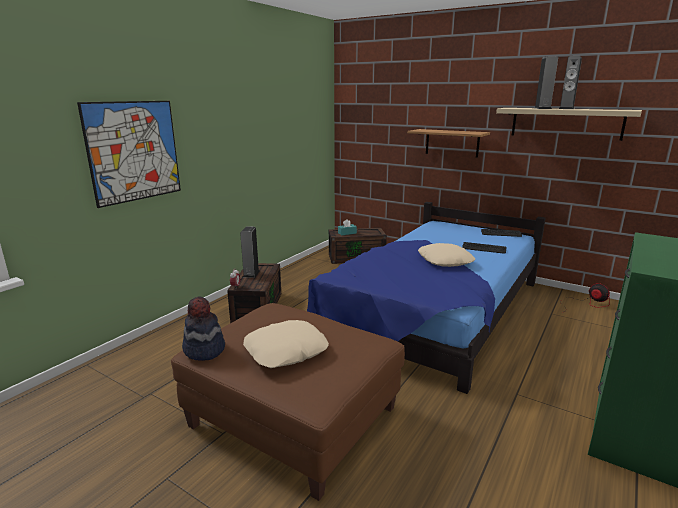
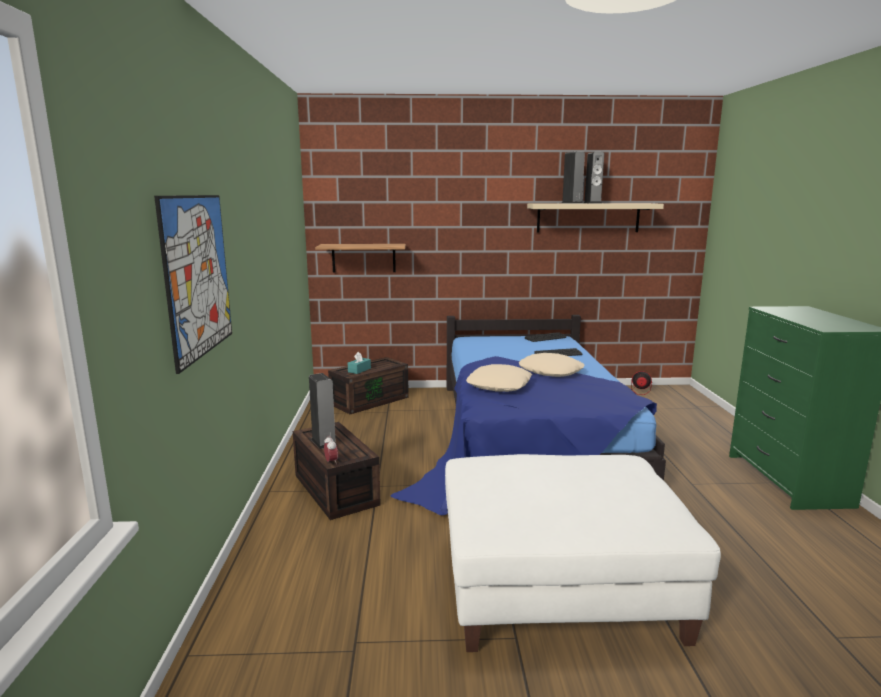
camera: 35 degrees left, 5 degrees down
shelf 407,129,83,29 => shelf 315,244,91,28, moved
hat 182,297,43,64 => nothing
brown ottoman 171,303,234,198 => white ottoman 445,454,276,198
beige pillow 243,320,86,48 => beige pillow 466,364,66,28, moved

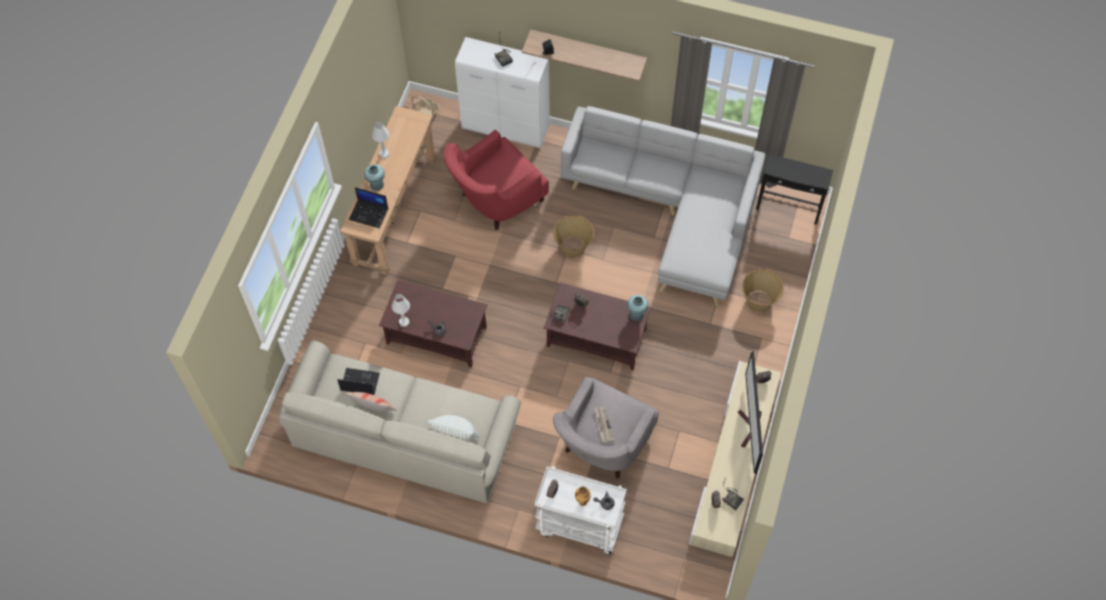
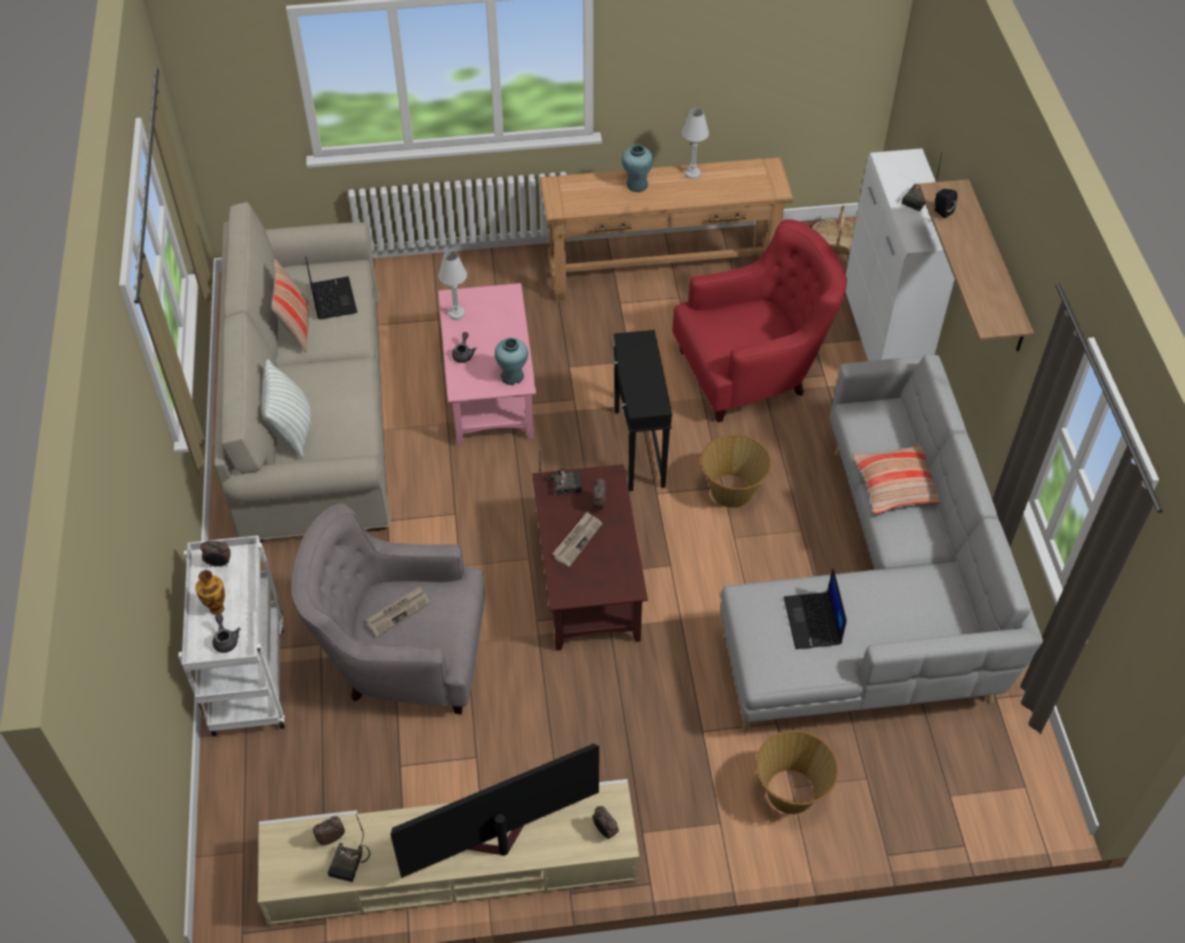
camera: 65 degrees right, 10 degrees down
red armchair 444,130,105,100 => red armchair 672,219,175,204, 135 degrees clockwise
black side table 756,154,77,71 => black side table 614,330,58,161, moved
laptop 349,187,39,42 => laptop 784,568,63,81, moved
brown coffee table 379,280,108,88 => pink coffee table 438,283,98,163
turquoise vase 627,295,21,26 => turquoise vase 495,338,33,47, moved
nothing => pillow 852,444,88,70
nothing => newspaper 552,512,50,55

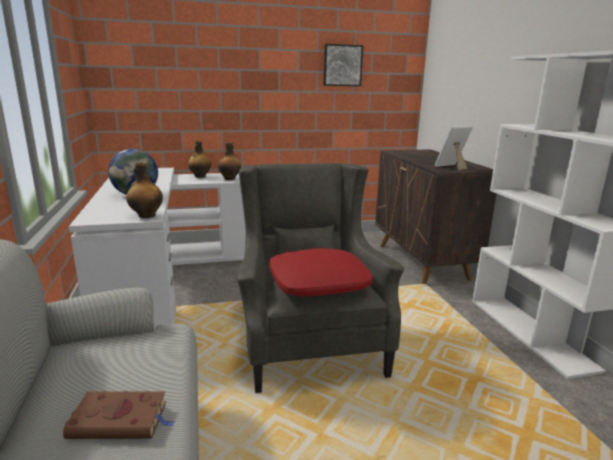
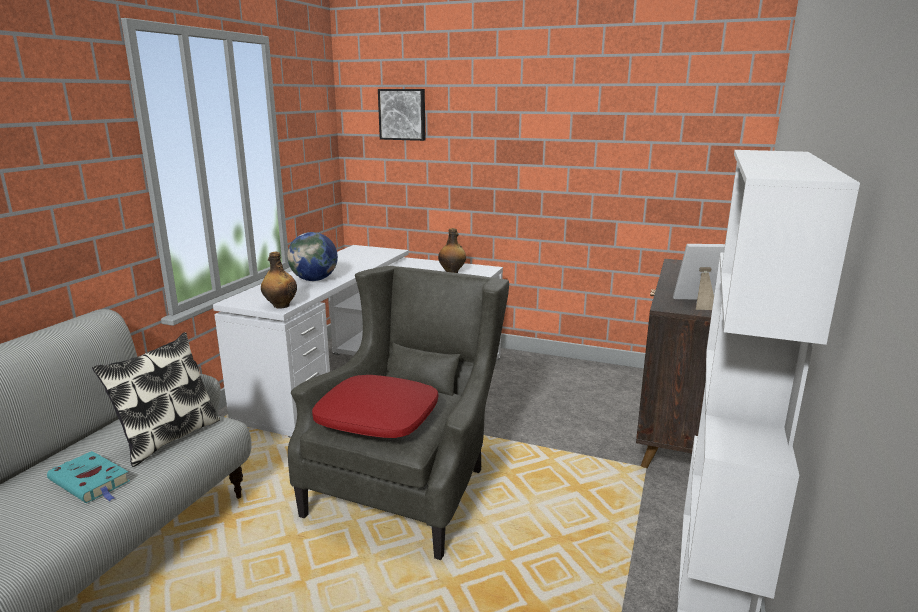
camera: 35 degrees right, 0 degrees up
picture 323,44,40,42 => picture 378,89,48,52, moved
bottle 188,141,23,37 => nothing
brown book 63,391,113,48 => turquoise book 47,451,83,52
nothing => pillow 92,332,128,135

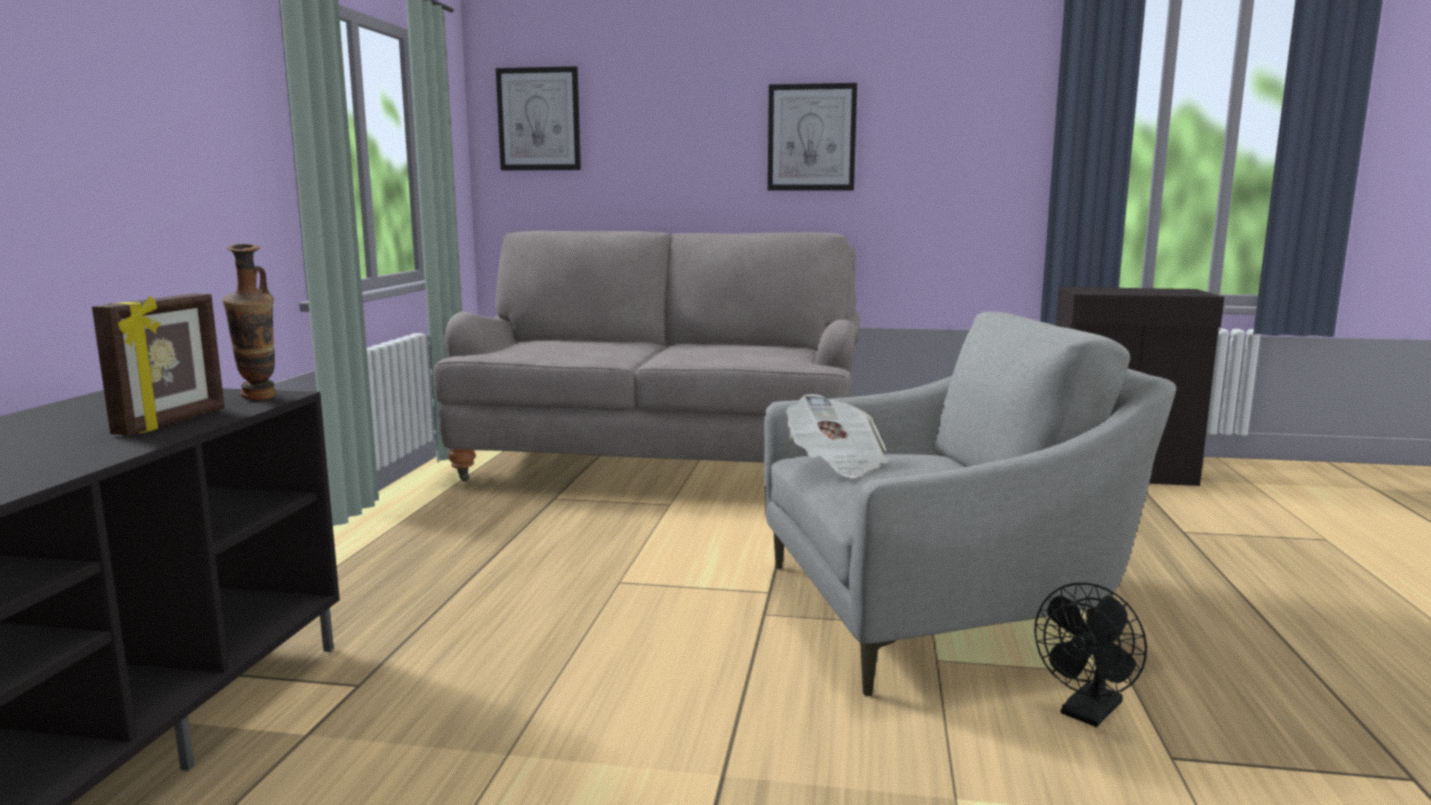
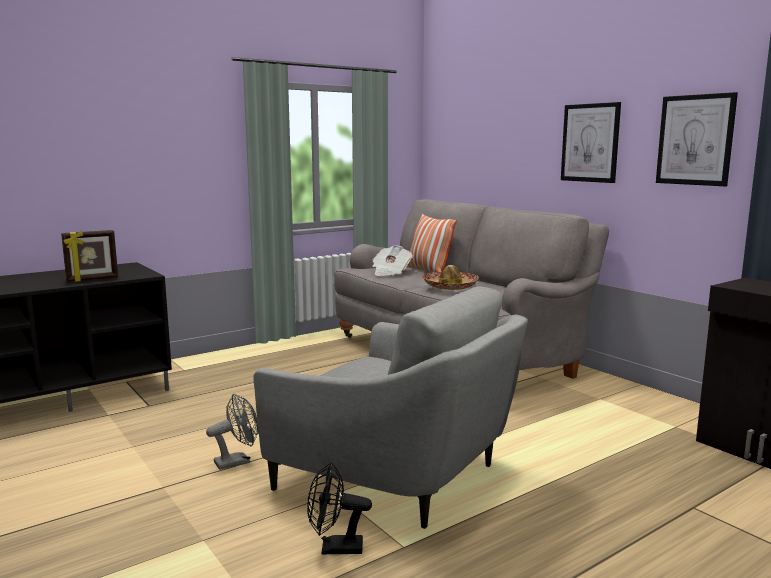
camera: 45 degrees right, 0 degrees up
picture 496,66,85,104 => picture 656,92,82,94, moved
vase 222,244,54,156 => nothing
newspaper 786,394,103,84 => newspaper 372,246,41,30, moved
nothing => pillow 407,214,50,59
nothing => hat 422,265,57,25
nothing => grey fan 206,394,53,76

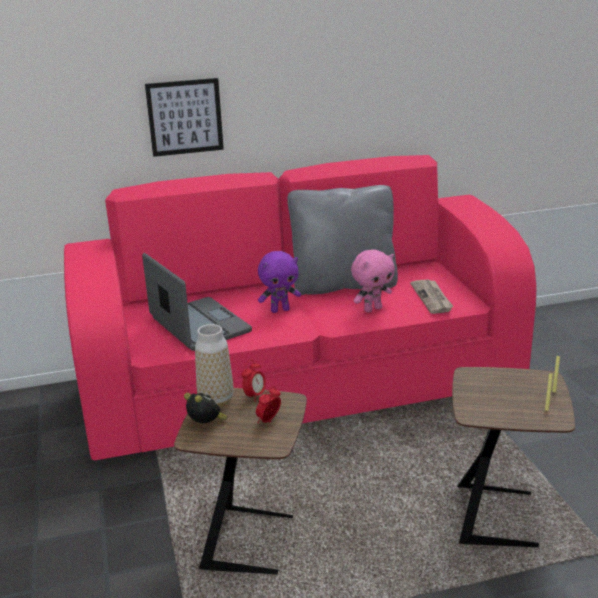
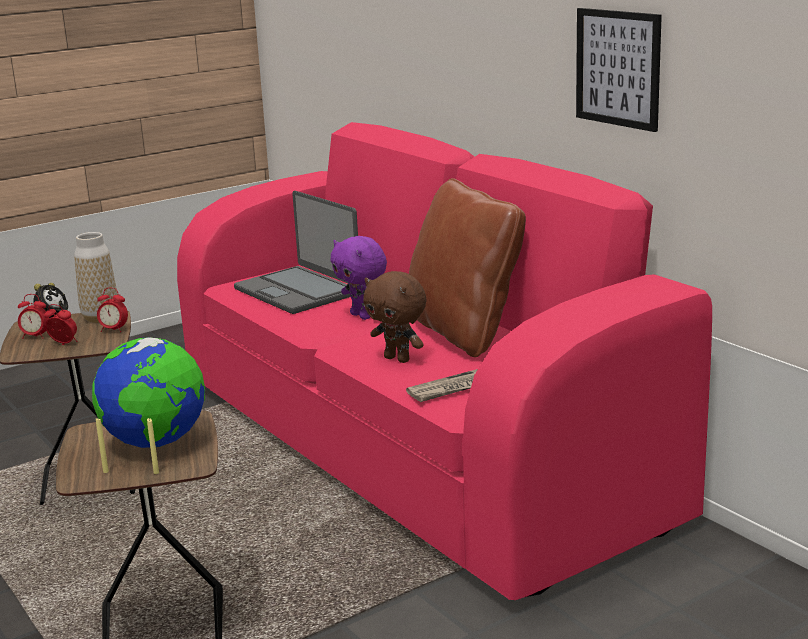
camera: 70 degrees right, 5 degrees down
picture 145,78,79,79 => picture 576,8,86,124, moved
grey pillow 287,185,111,110 => brown pillow 409,178,117,180
pink plush toy 351,249,44,63 => brown plush toy 363,271,63,92
laptop 142,253,110,98 => laptop 234,191,124,123, 105 degrees clockwise
nothing => alarm clock 18,294,31,45
nothing => globe 92,337,113,111

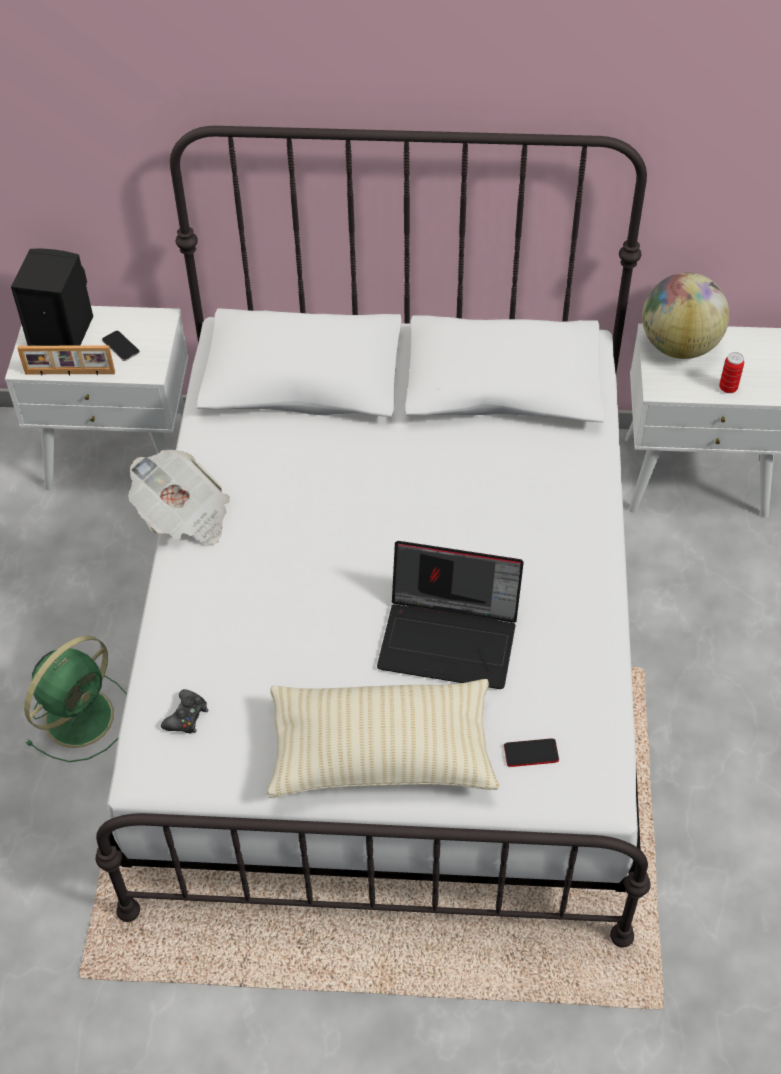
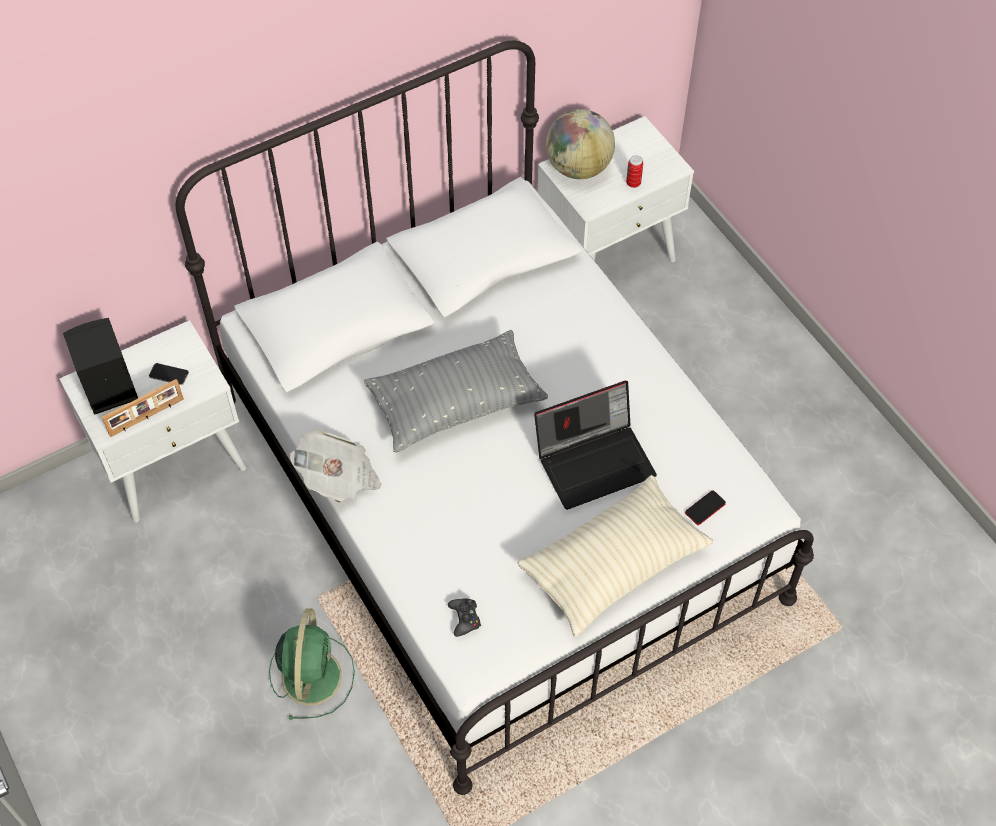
camera: 35 degrees left, 5 degrees up
nothing => grey pillow 364,330,184,123

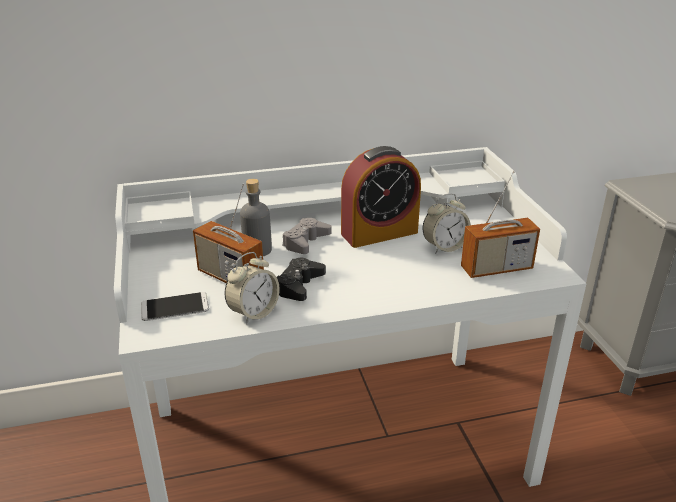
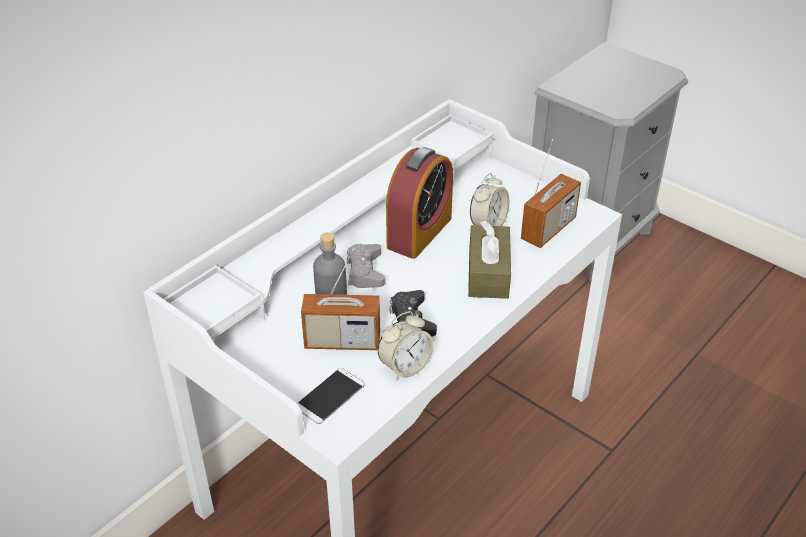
camera: 35 degrees left, 10 degrees up
alarm clock 225,252,55,72 => alarm clock 378,311,56,69, 45 degrees clockwise
nothing => brown tissue box 468,221,43,78

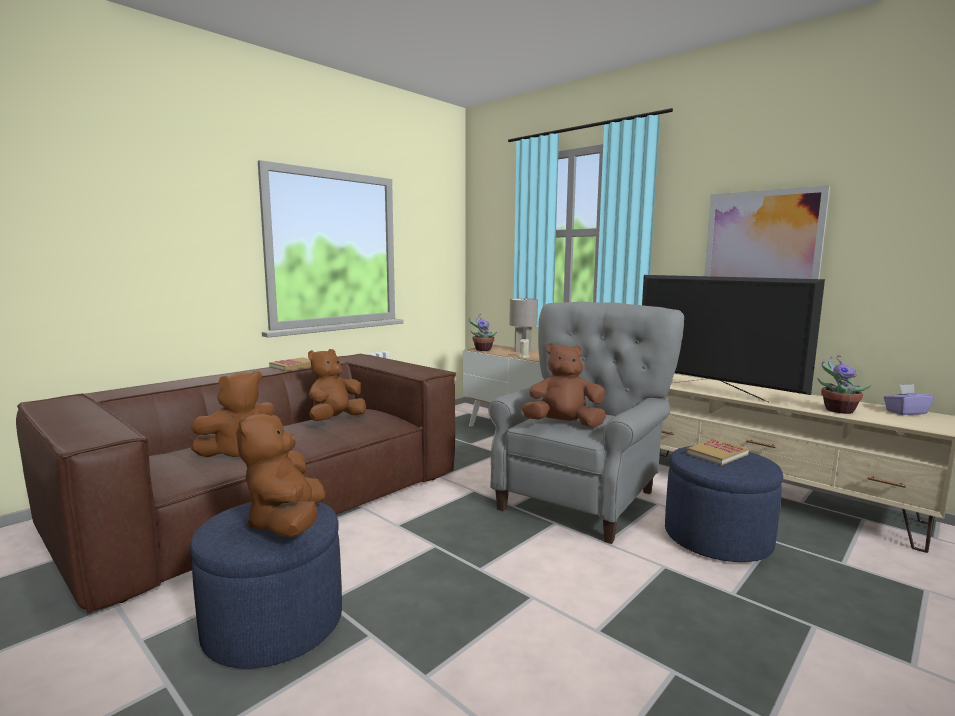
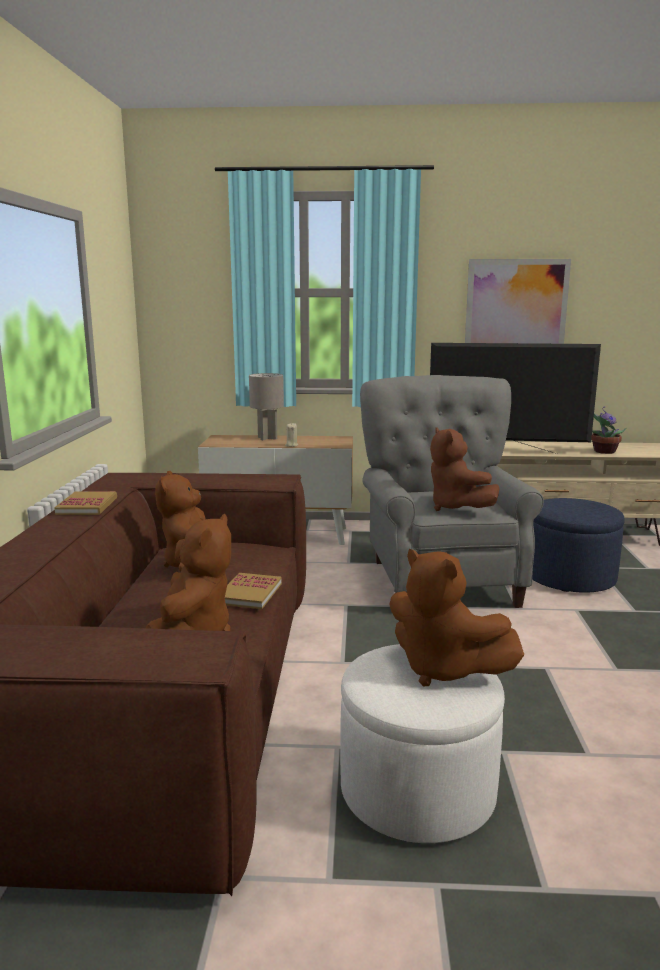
camera: 40 degrees left, 5 degrees up
potted plant 469,314,28,37 => nothing
brown plush toy 522,343,84,84 => brown plush toy 430,427,70,84, 75 degrees counterclockwise
purple tissue box 883,384,51,31 => nothing
book 686,439,63,26 => book 225,573,57,36, moved
blue ottoman 190,502,152,167 => white ottoman 340,644,165,199

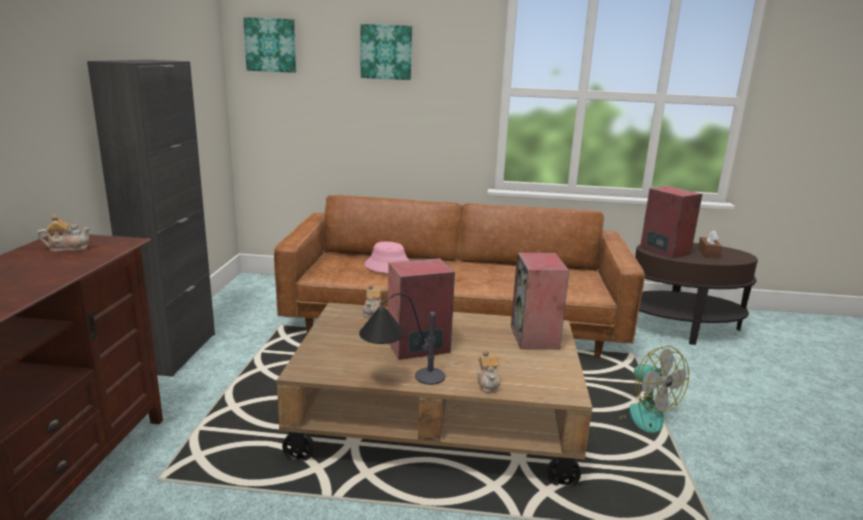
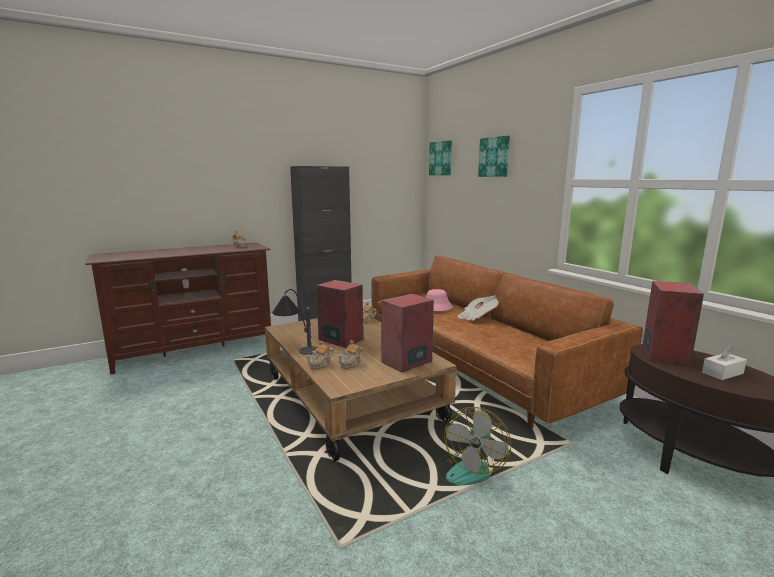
camera: 55 degrees right, 5 degrees down
brown tissue box 698,230,24,28 => white tissue box 702,345,45,35
nothing => newspaper 457,295,42,26
nothing => teapot 338,340,25,29

